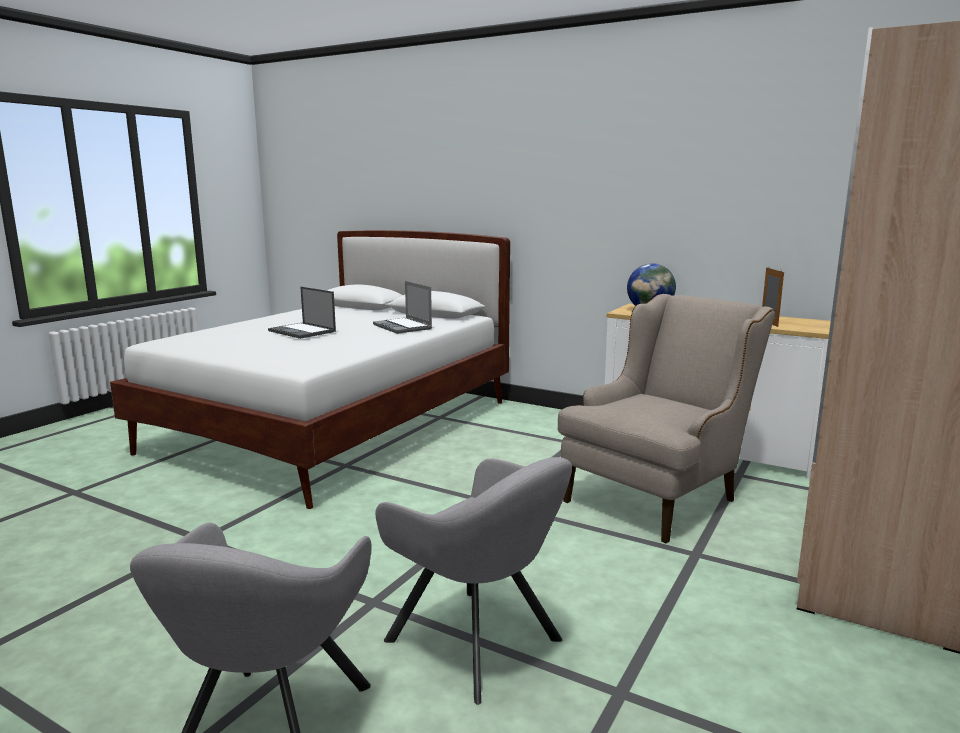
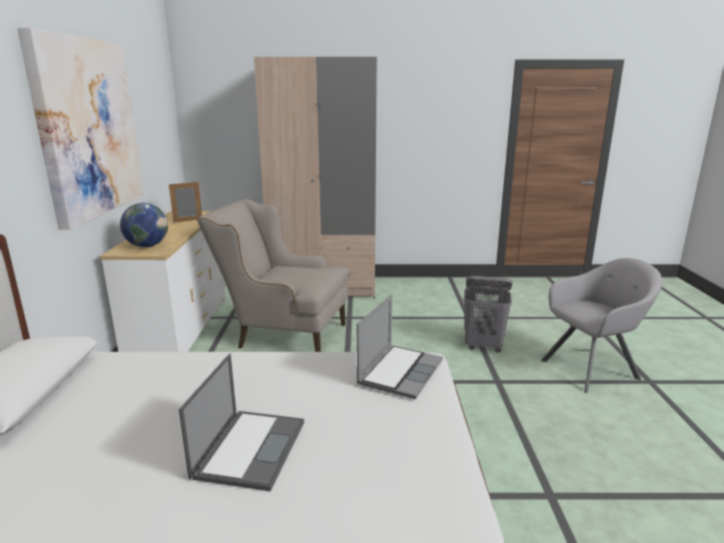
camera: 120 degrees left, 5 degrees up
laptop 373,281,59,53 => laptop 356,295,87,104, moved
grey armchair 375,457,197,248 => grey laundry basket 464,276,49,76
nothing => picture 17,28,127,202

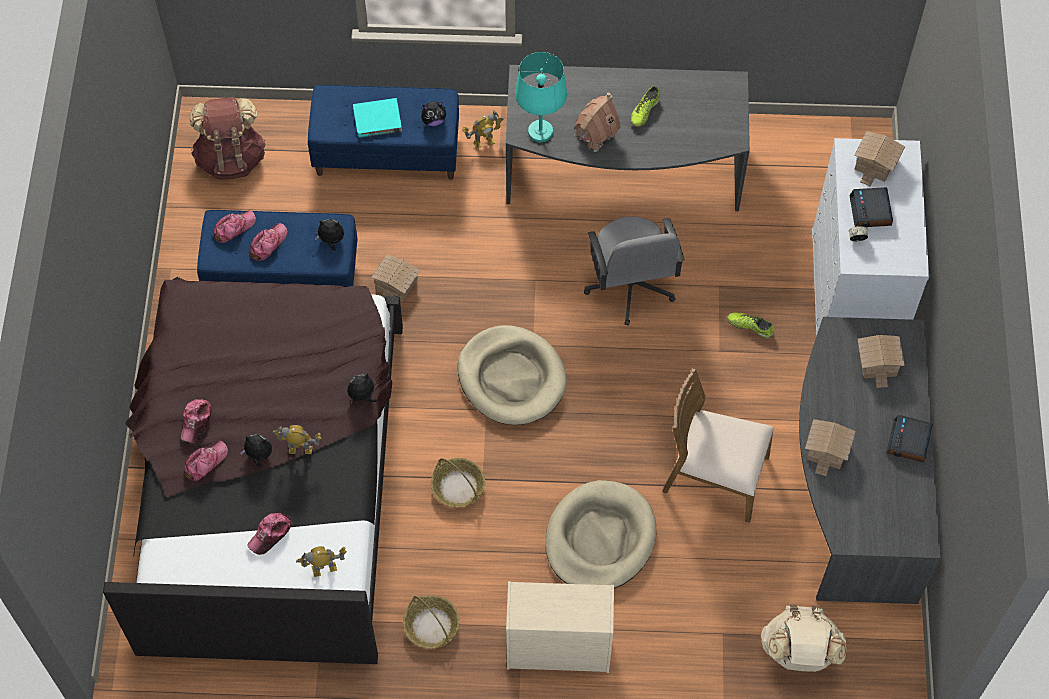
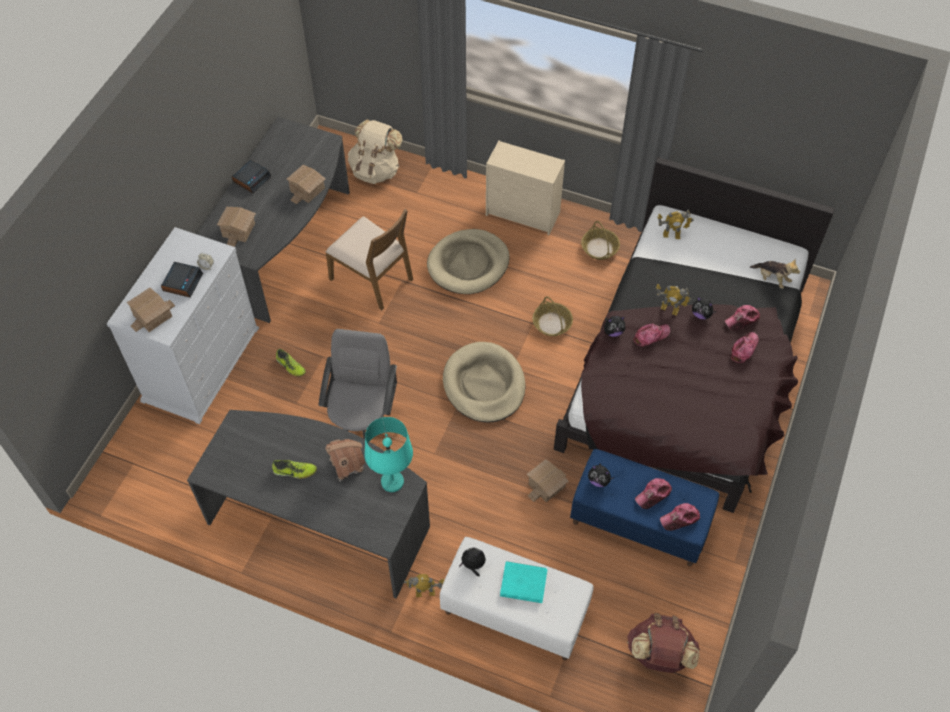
camera: 160 degrees left, 5 degrees down
blue bench 308,85,151,95 => white bench 439,537,155,123
shoe 631,86,29,41 => shoe 272,460,45,19, 45 degrees clockwise
cap 248,513,45,42 => cap 633,324,37,23, moved
nothing => plush toy 750,259,50,30

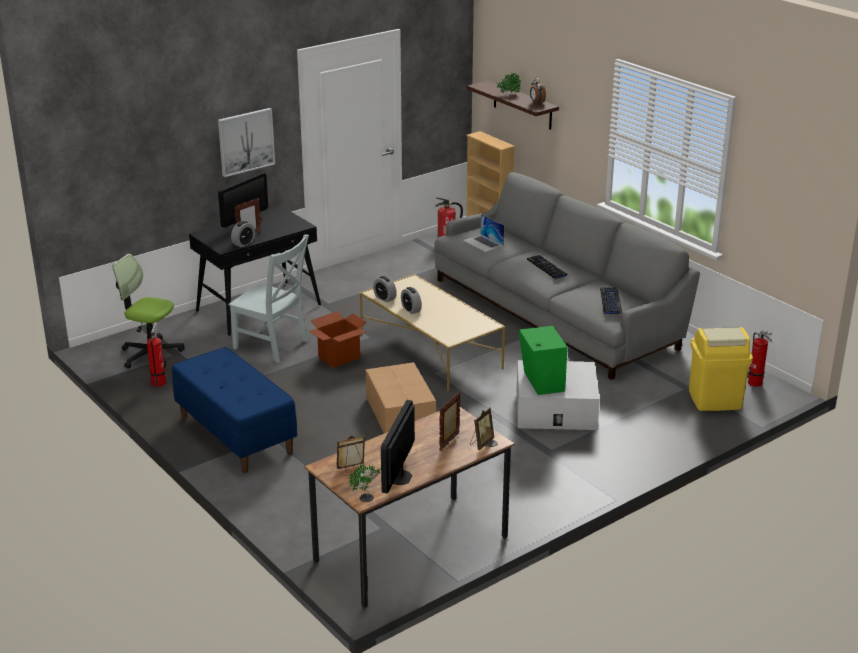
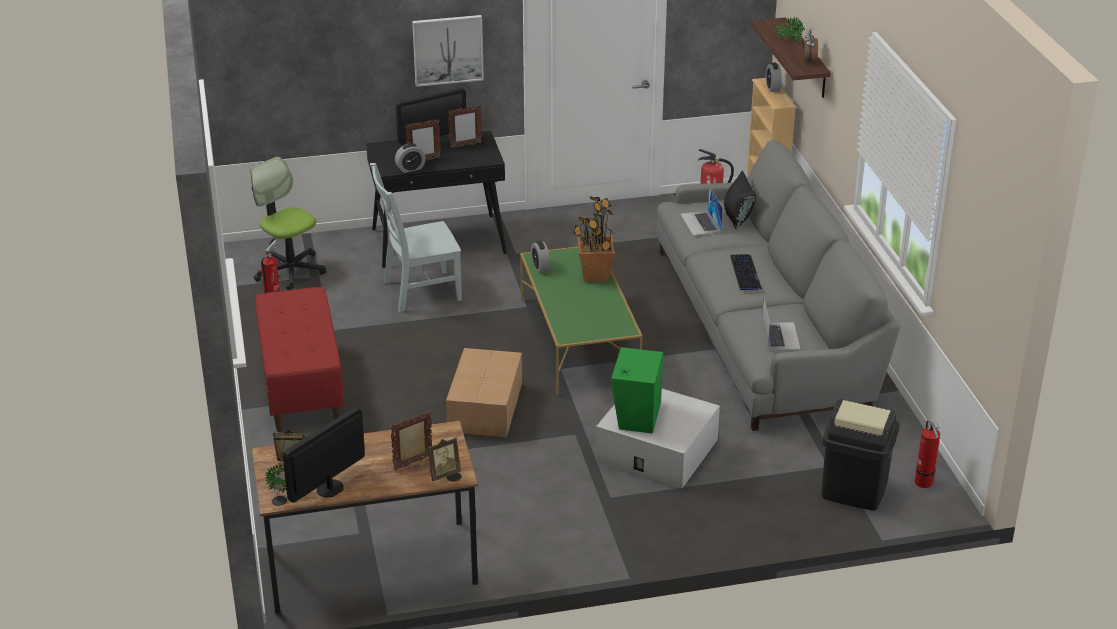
camera: 25 degrees right, 5 degrees up
grey chair 228,234,81,129 => grey chair 370,163,92,149, 105 degrees clockwise
beige coffee table 360,274,145,117 => green coffee table 520,246,123,149
alarm clock 401,287,21,27 => alarm clock 766,63,16,29, moved
keyboard 600,287,22,27 => laptop 762,299,39,51
cardboard box 310,311,57,57 => nothing
yellow trash can 689,327,64,84 => black trash can 821,399,79,112
blue bench 172,347,125,126 => red bench 255,287,90,145
nothing => picture frame 448,105,34,44
nothing => black pillow 724,170,32,60
nothing => potted plant 573,196,42,86

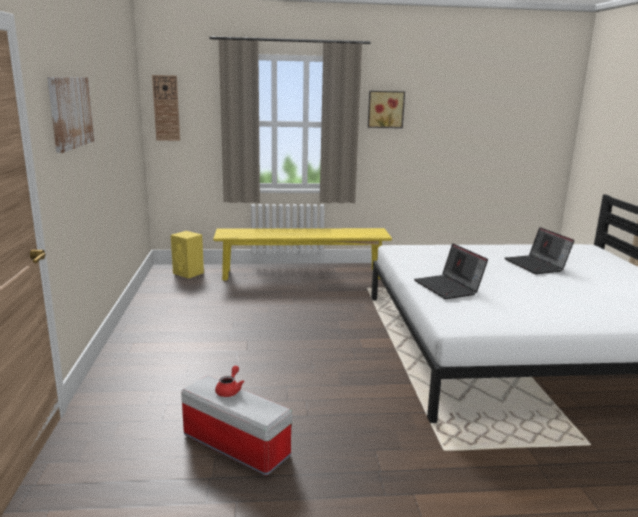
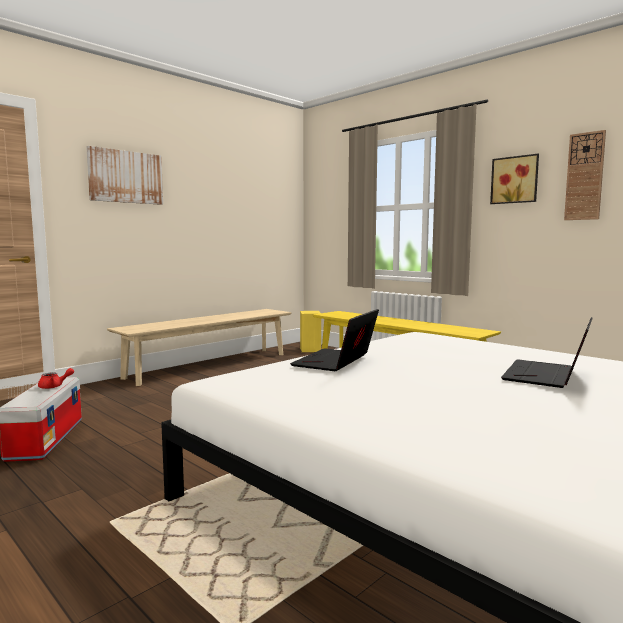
camera: 50 degrees right, 10 degrees down
wall clock 152,75,28,66 => wall clock 564,130,42,90, moved
nothing => beige bench 107,309,184,77

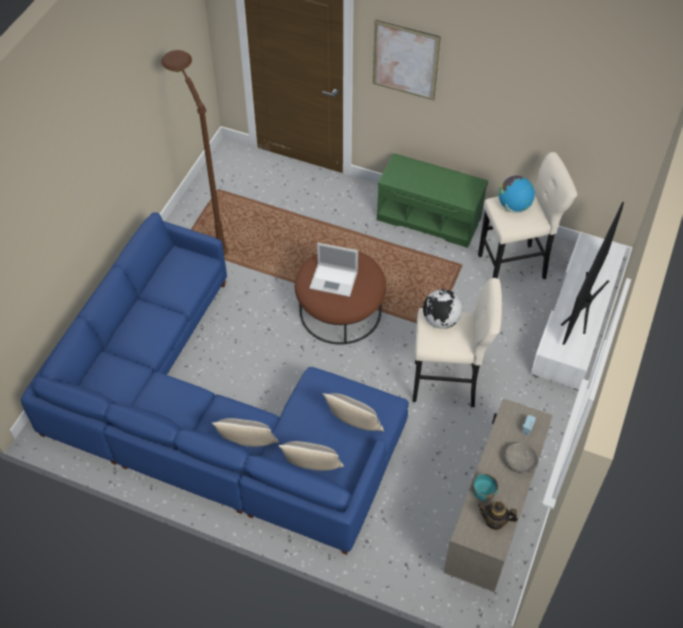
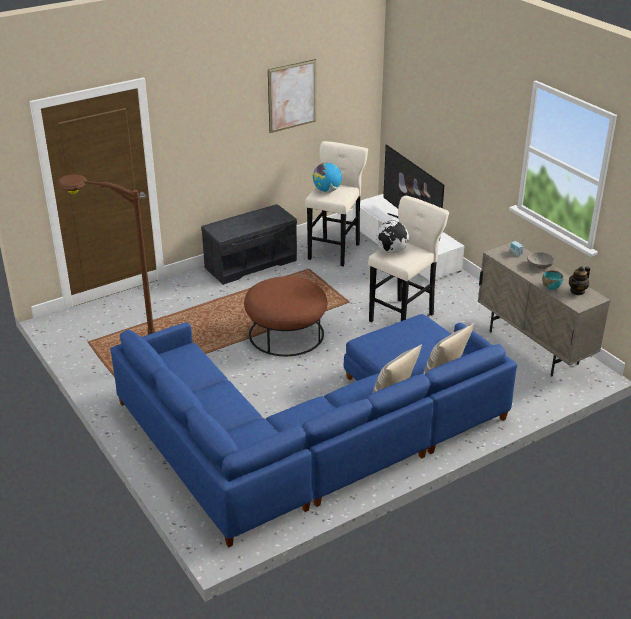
camera: 55 degrees left, 20 degrees down
picture 373,20,67,80 => picture 268,59,48,74, moved
green bench 377,153,111,95 => grey bench 201,204,96,81
laptop 309,243,49,54 => nothing
pillow 323,393,61,38 => nothing

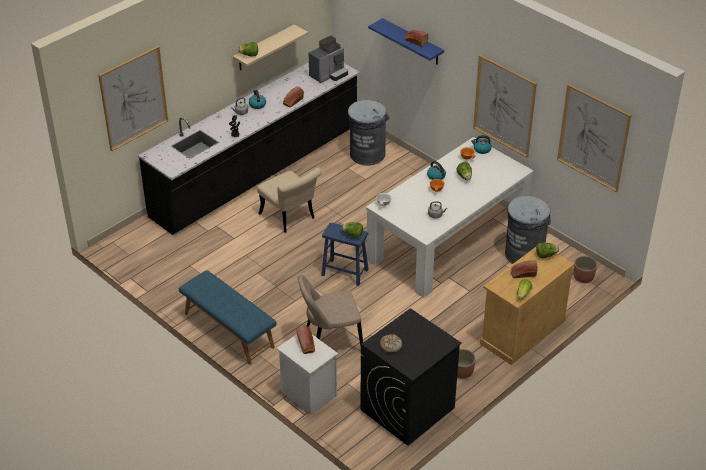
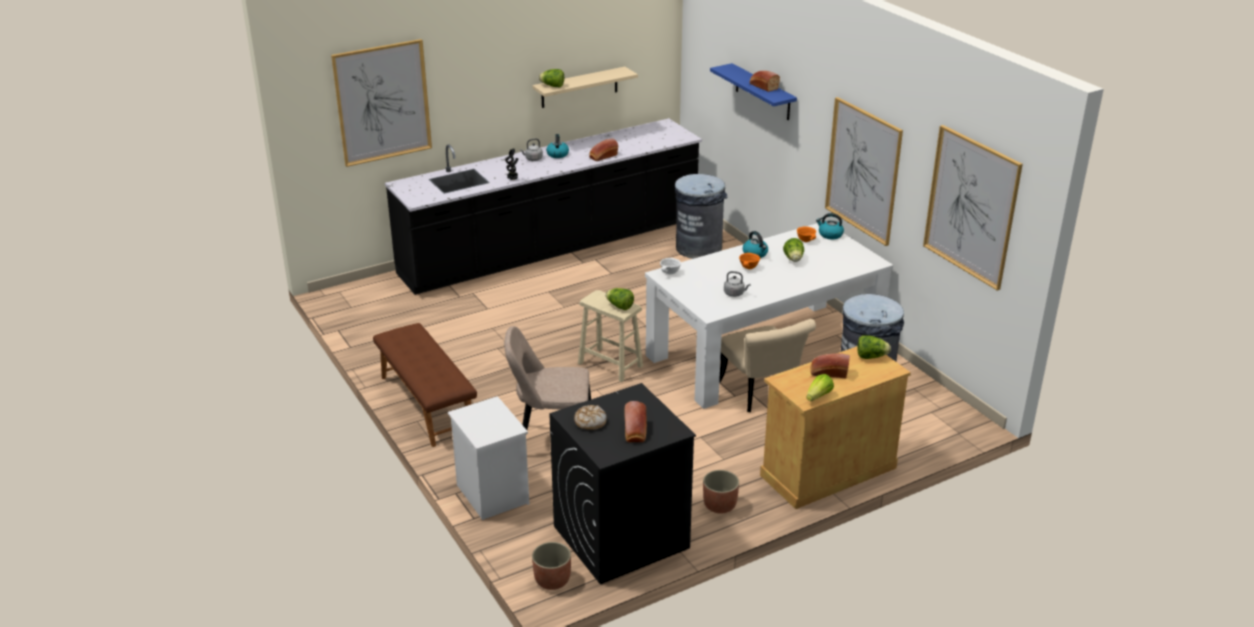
camera: 15 degrees right, 10 degrees down
coffee machine 309,36,39,47 => nothing
beige chair 257,167,65,66 => beige chair 719,319,97,93, moved
blue stool 321,223,47,63 => beige stool 578,290,65,92
planter 573,256,24,27 => planter 532,542,39,48, moved
blue bench 179,270,97,95 => brown bench 373,323,104,124
bread 296,326,19,28 => bread 625,401,22,41, moved

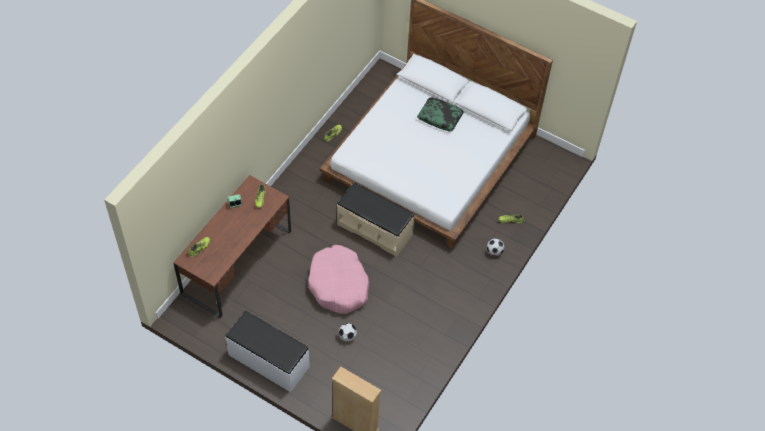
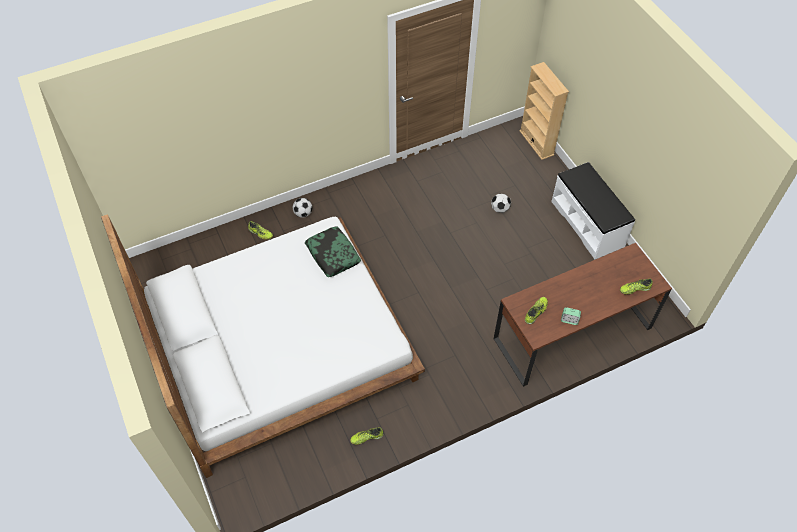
camera: 145 degrees left, 0 degrees up
pillow 417,97,47,35 => pillow 305,227,56,50, moved
beige bench 337,182,78,75 => nothing
pink dog bed 308,245,61,69 => nothing

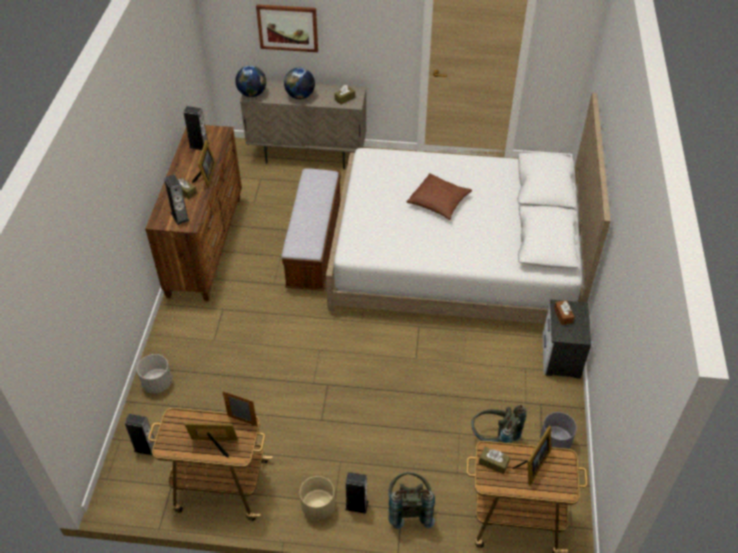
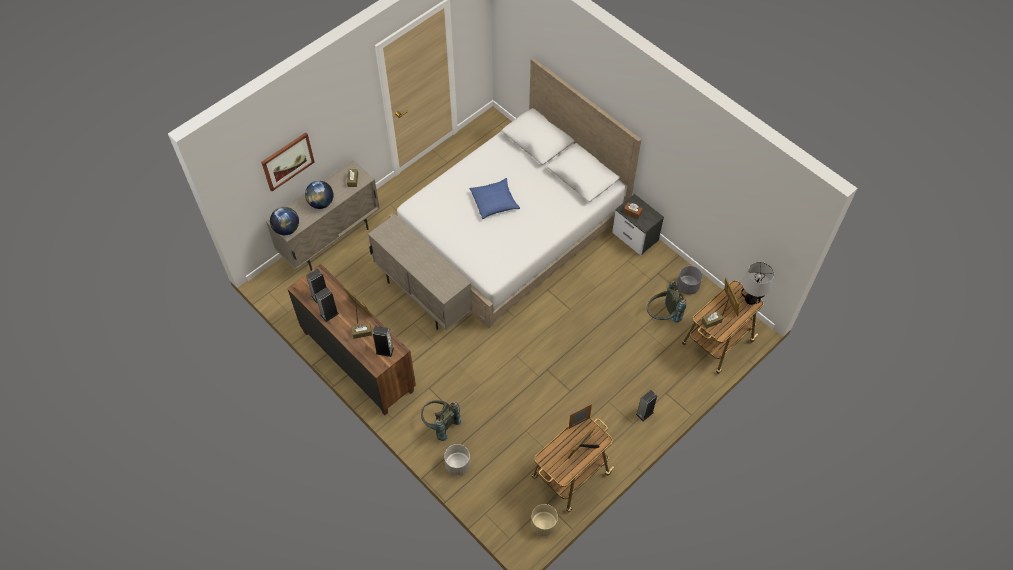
camera: 50 degrees left, 10 degrees up
bench 281,168,60,123 => beige cabinet 368,214,105,117
brown pillow 407,173,65,47 => blue pillow 470,178,50,41
speaker 125,414,30,41 => speaker 315,287,24,35, moved
grey backpack 388,472,47,57 => grey backpack 421,400,41,41, moved
beige planter 300,476,35,44 => beige planter 531,504,27,32, moved
nothing => table lamp 742,262,32,43

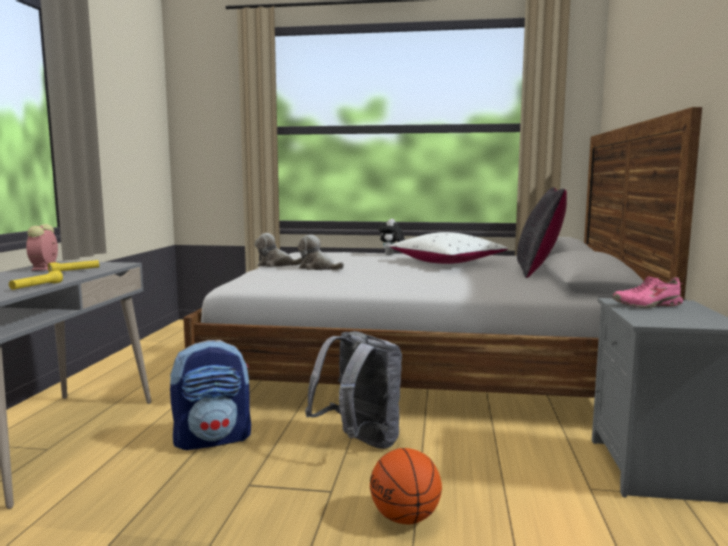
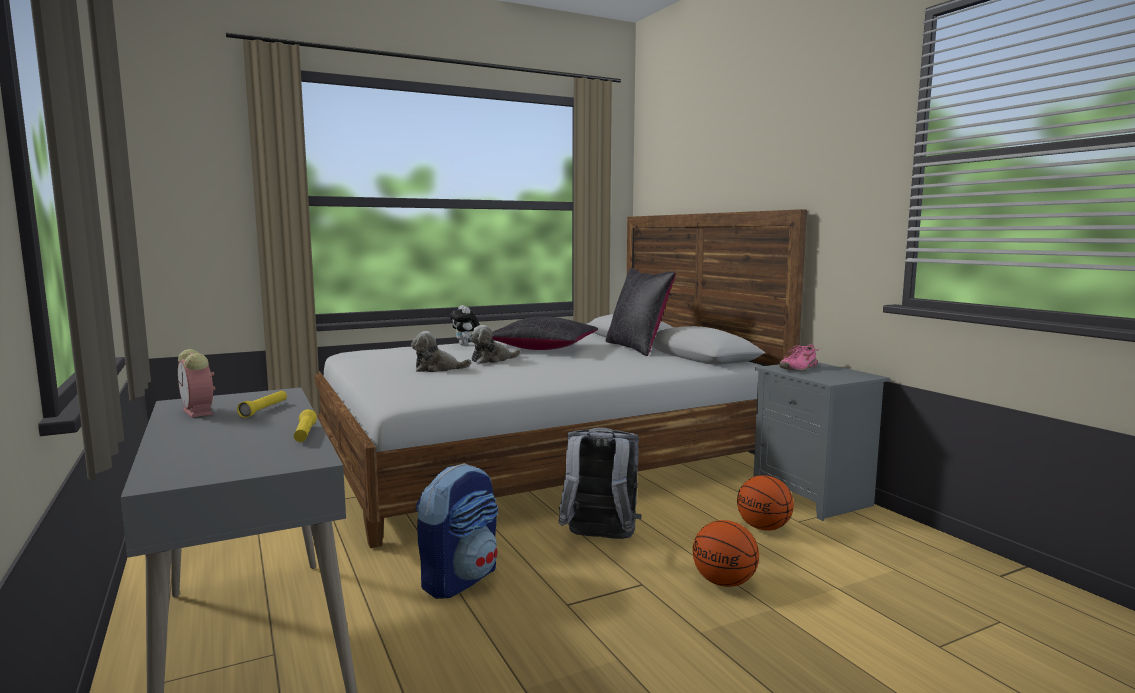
camera: 35 degrees left, 0 degrees up
white pillow 389,232,119,32 => black pillow 492,317,106,33
plush toy 255,233,48,34 => plush toy 469,325,52,39, moved
nothing => basketball 737,475,57,56

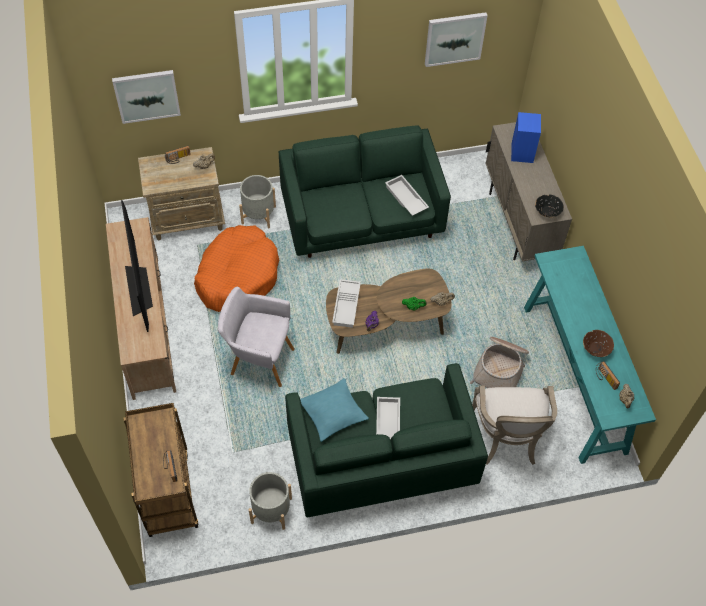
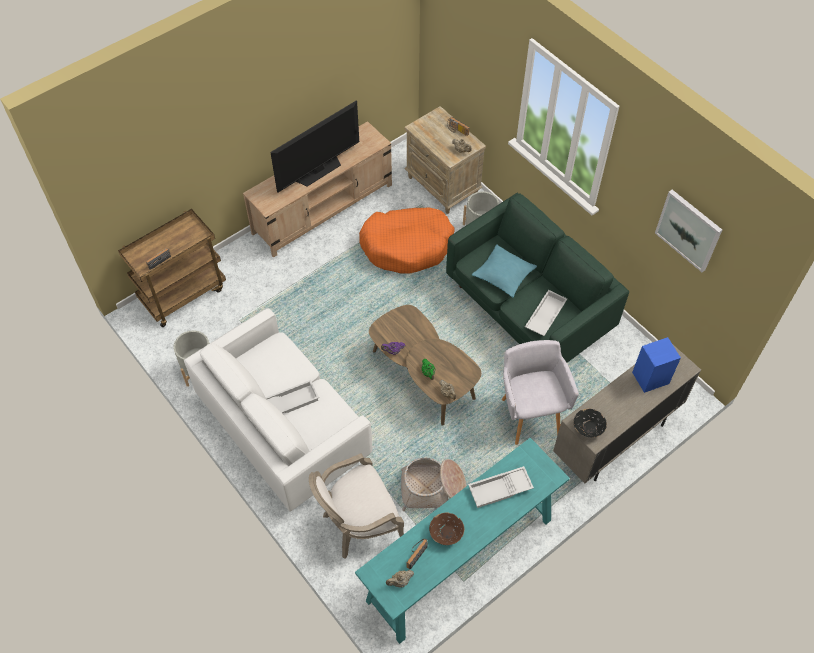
camera: 65 degrees right, 0 degrees up
picture 112,70,69,54 => nothing
white tray 332,279,29,49 => white tray 468,466,66,42, moved
grey armchair 218,287,77,100 => grey armchair 502,340,77,105, moved
green sofa 285,363,203,154 => white sofa 184,308,189,204
turquoise pillow 300,378,69,64 => turquoise pillow 472,244,65,54, moved

